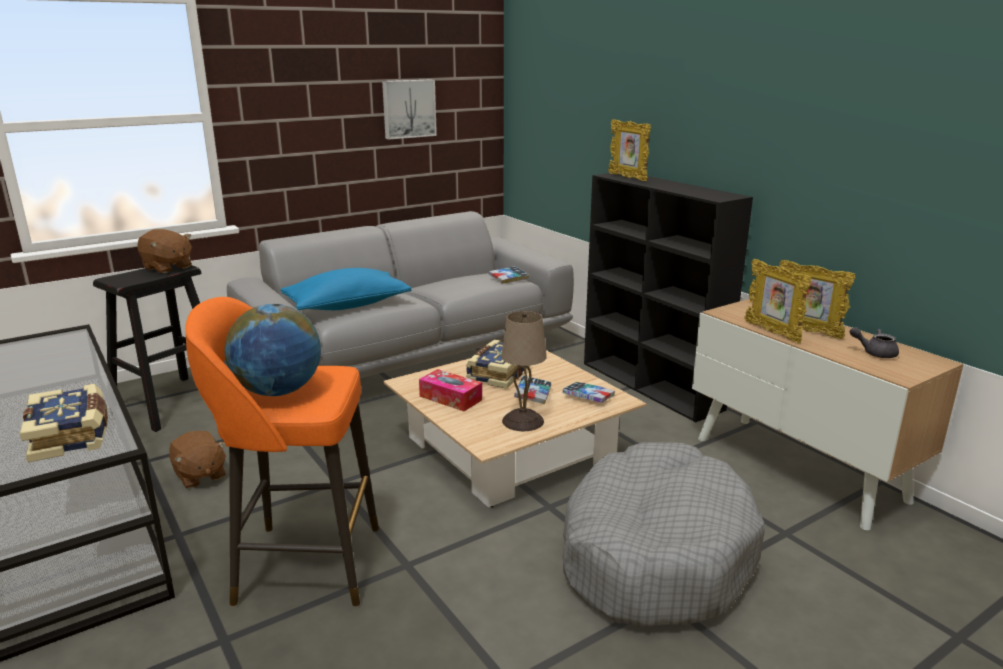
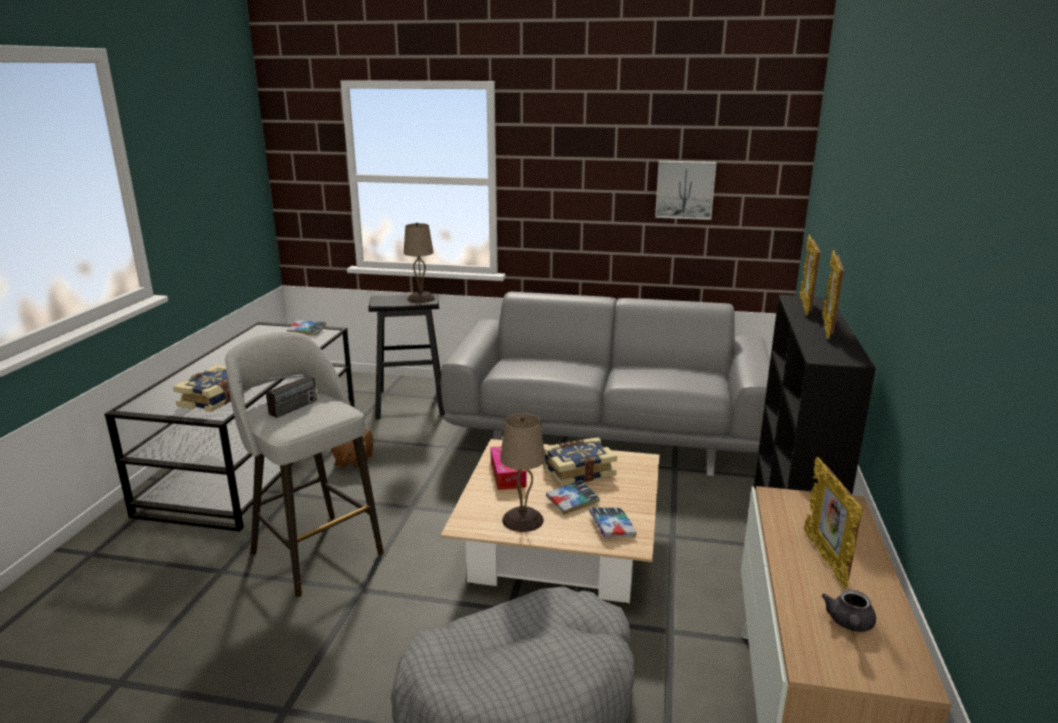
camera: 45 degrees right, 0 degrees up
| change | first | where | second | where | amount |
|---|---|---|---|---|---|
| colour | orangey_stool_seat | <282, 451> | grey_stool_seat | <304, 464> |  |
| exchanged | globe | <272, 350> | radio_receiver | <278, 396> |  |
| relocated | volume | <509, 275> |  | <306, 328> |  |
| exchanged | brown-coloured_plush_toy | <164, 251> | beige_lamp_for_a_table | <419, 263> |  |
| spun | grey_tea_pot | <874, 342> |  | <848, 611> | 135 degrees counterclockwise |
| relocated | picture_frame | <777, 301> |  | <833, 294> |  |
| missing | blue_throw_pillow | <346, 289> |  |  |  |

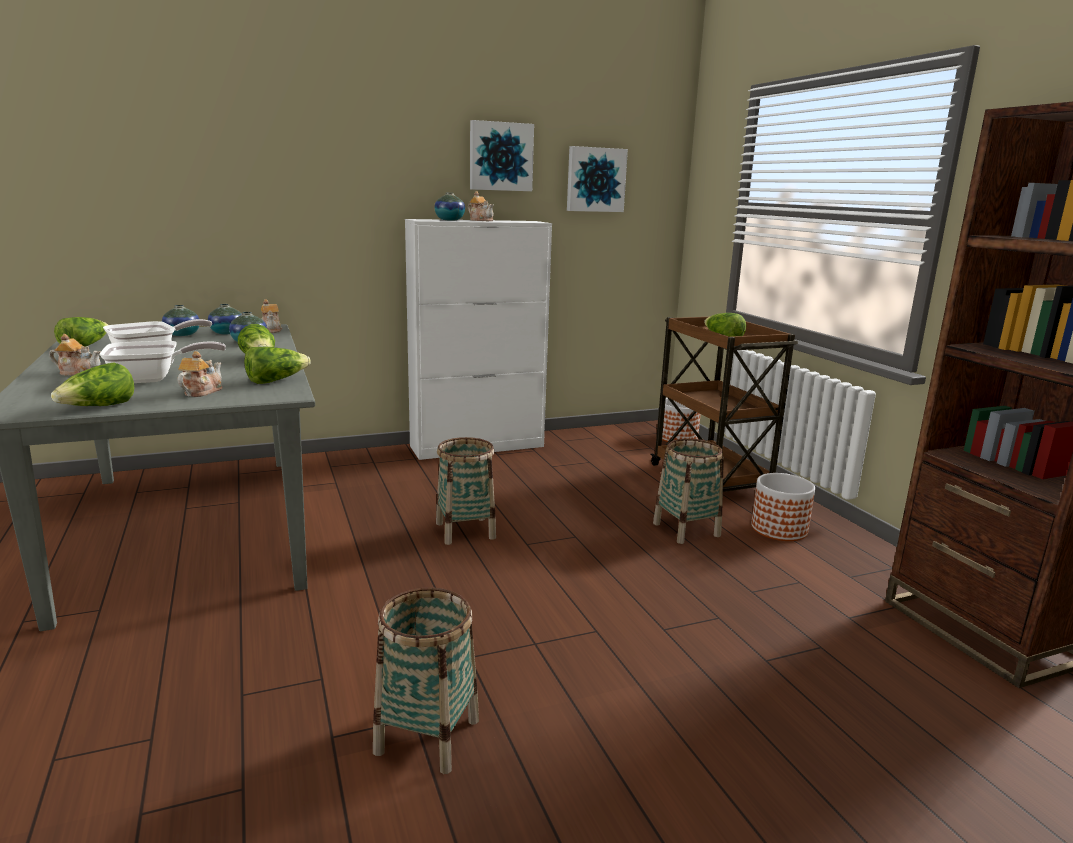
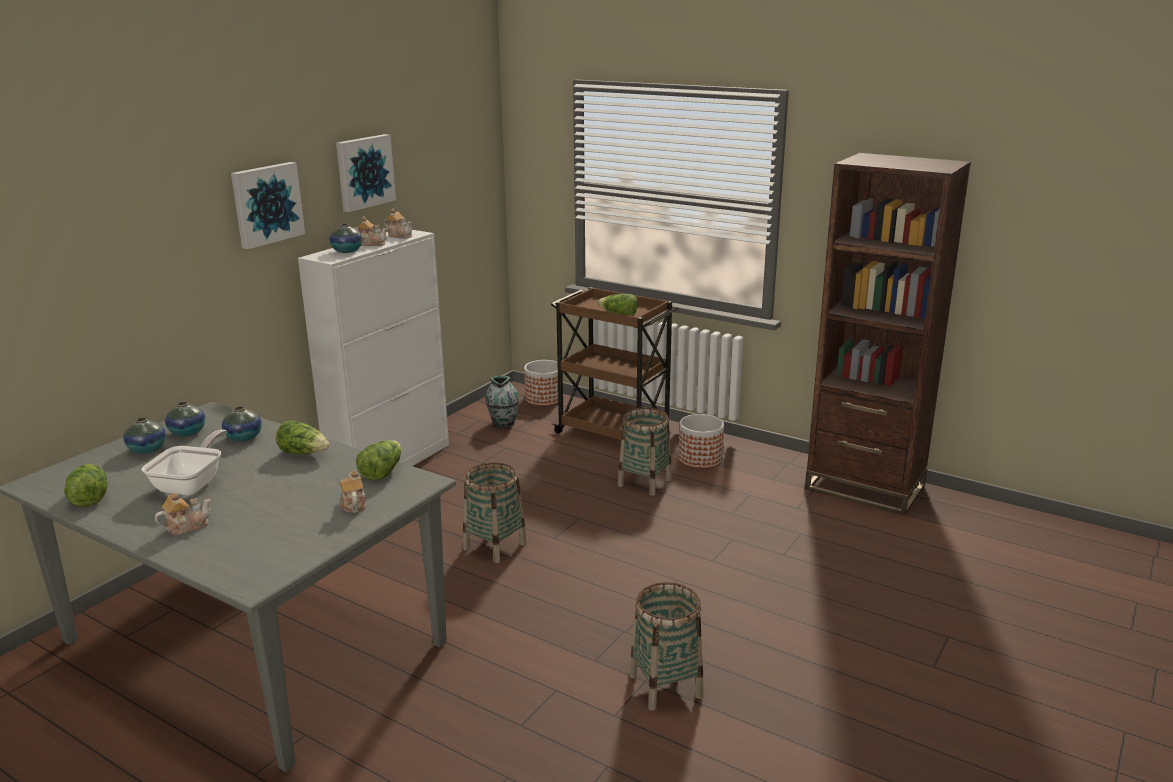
camera: 35 degrees left, 5 degrees up
| change | first | where | second | where | amount |
|---|---|---|---|---|---|
| relocated | wall_picture | <597, 179> |  | <268, 205> |  |
| relocated | tea_pot | <271, 316> |  | <398, 223> |  |
| appeared |  |  | vase | <502, 402> |  |
| missing | lettuce | <92, 384> |  |  |  |
| missing | frying_pan | <163, 362> |  |  |  |

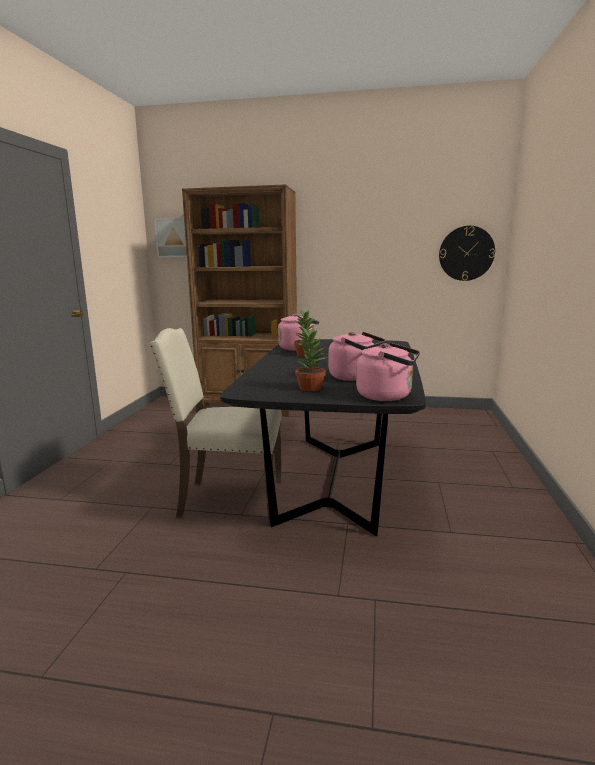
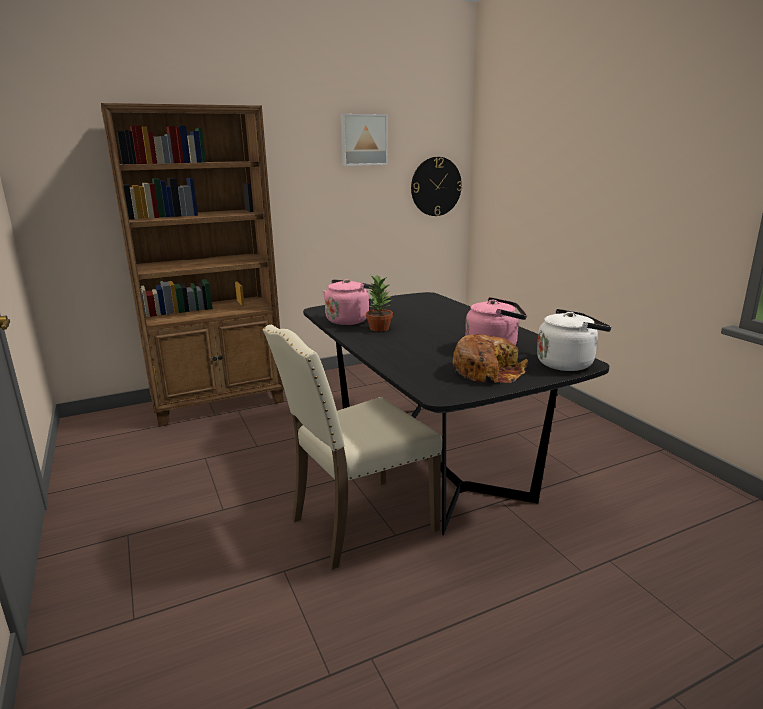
camera: 35 degrees left, 5 degrees up
| change | first | where | second | where | amount |
|---|---|---|---|---|---|
| relocated | wall_picture | <170, 237> |  | <364, 140> |  |
| exchanged | plant_in_a_pot | <311, 359> | baked_bread | <490, 358> |  |
| colour | pink_tea_kettle | <388, 372> | white-coloured_tea_kettle | <574, 340> |  |

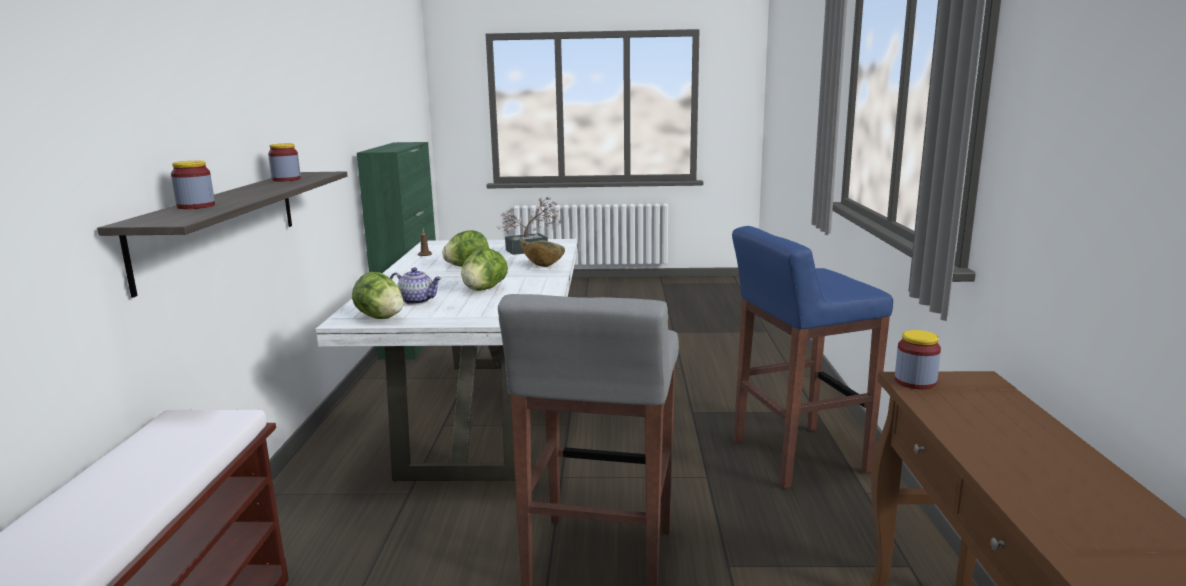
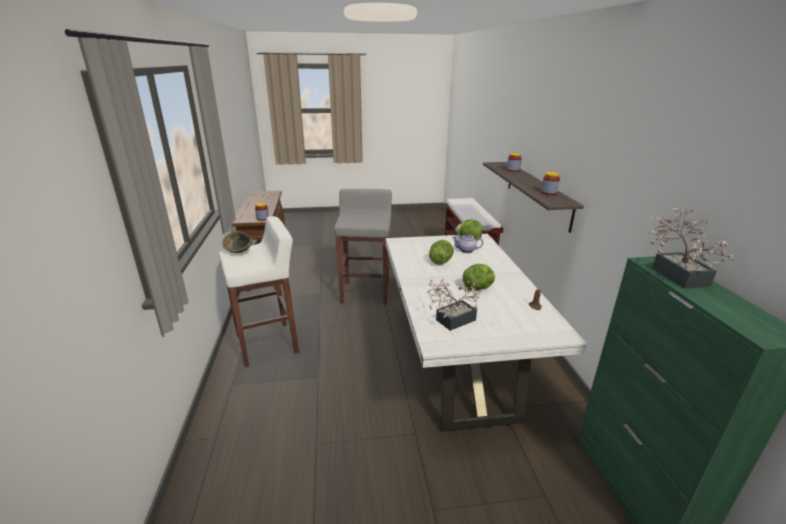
camera: 170 degrees right, 10 degrees up
| change | first | where | second | where | amount |
|---|---|---|---|---|---|
| colour | blue_stool_seat | <812, 357> | white-coloured_stool_seat | <259, 291> |  |
| relocated | bowl | <542, 252> |  | <237, 242> |  |
| appeared |  |  | plant_in_a_pot | <692, 248> |  |

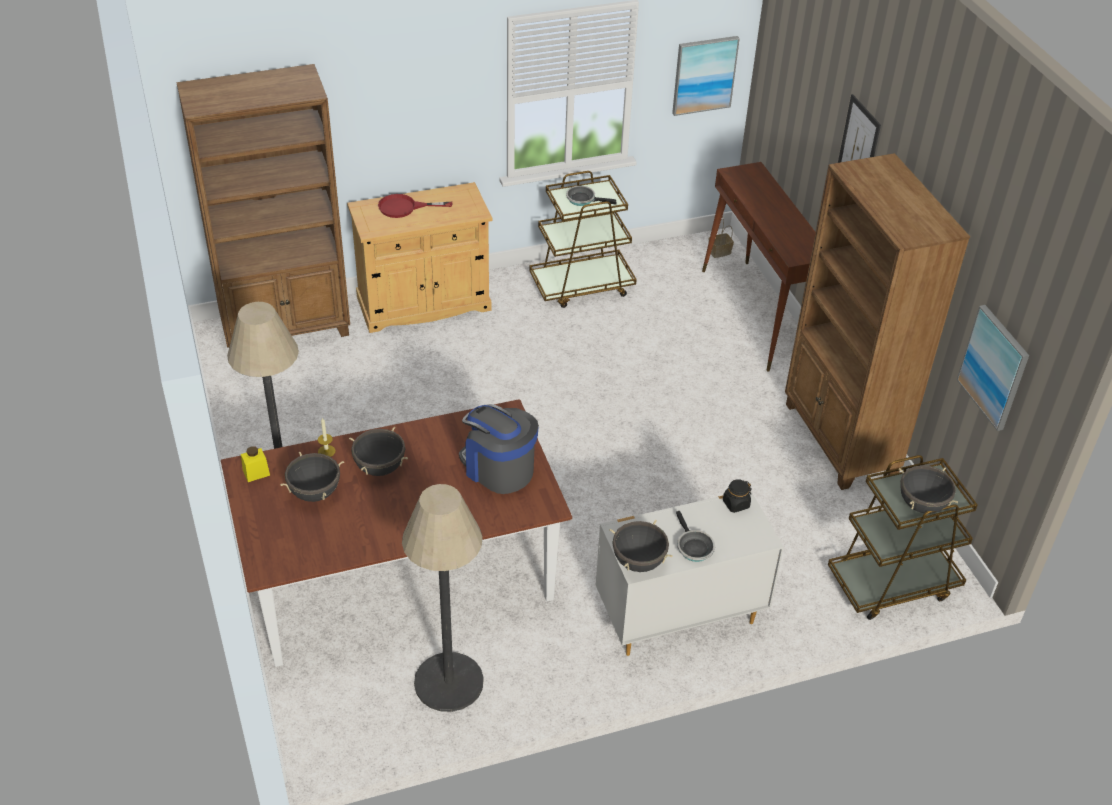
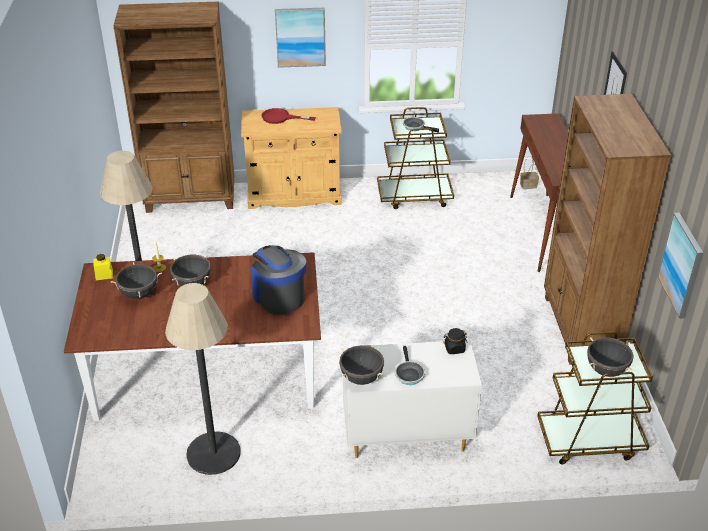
camera: 15 degrees right, 5 degrees down
| change | first | where | second | where | amount |
|---|---|---|---|---|---|
| relocated | wall_picture | <706, 76> |  | <300, 38> |  |

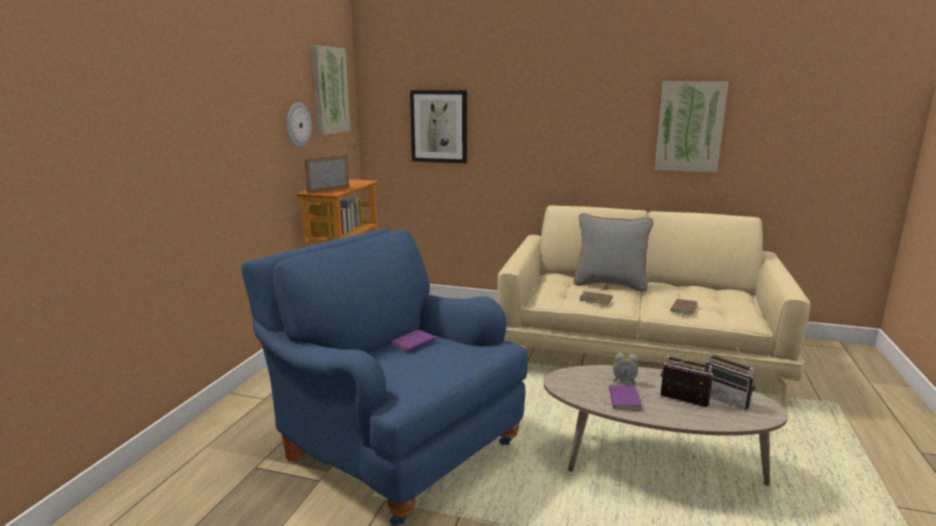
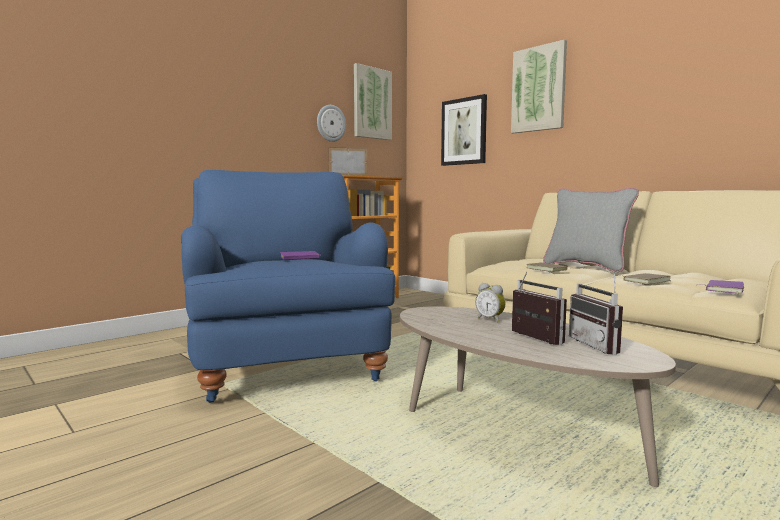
camera: 30 degrees right, 10 degrees down
| change | first | where | second | where | amount |
|---|---|---|---|---|---|
| relocated | wall_picture | <692, 126> |  | <539, 86> |  |
| relocated | purple-coloured_volume | <623, 398> |  | <721, 287> |  |

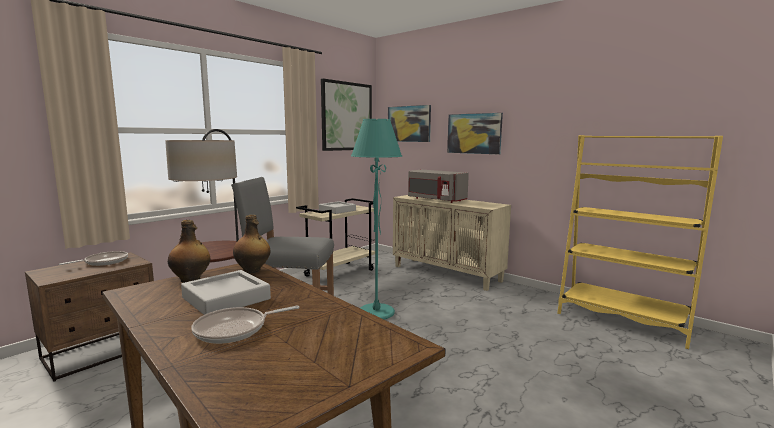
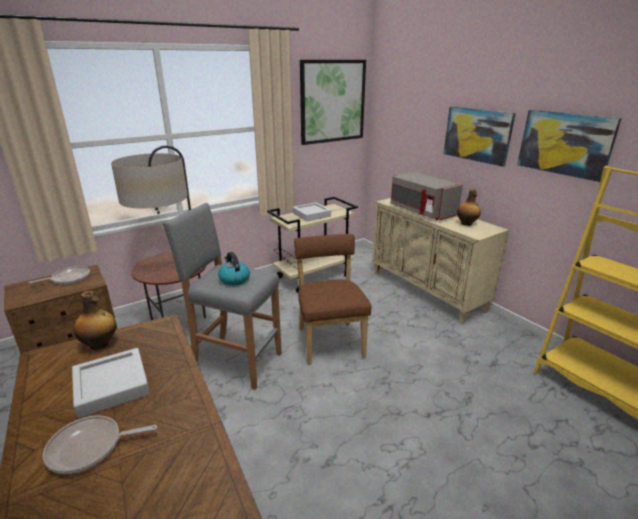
camera: 15 degrees right, 15 degrees up
| change | first | where | second | where | amount |
|---|---|---|---|---|---|
| appeared |  |  | tea_kettle | <234, 269> |  |
| exchanged | turquoise_floor_lamp | <376, 219> | brown-coloured_plain_chair | <332, 299> |  |
| relocated | bottle | <251, 244> |  | <469, 207> |  |
| relocated | wall_picture | <409, 123> |  | <569, 146> |  |

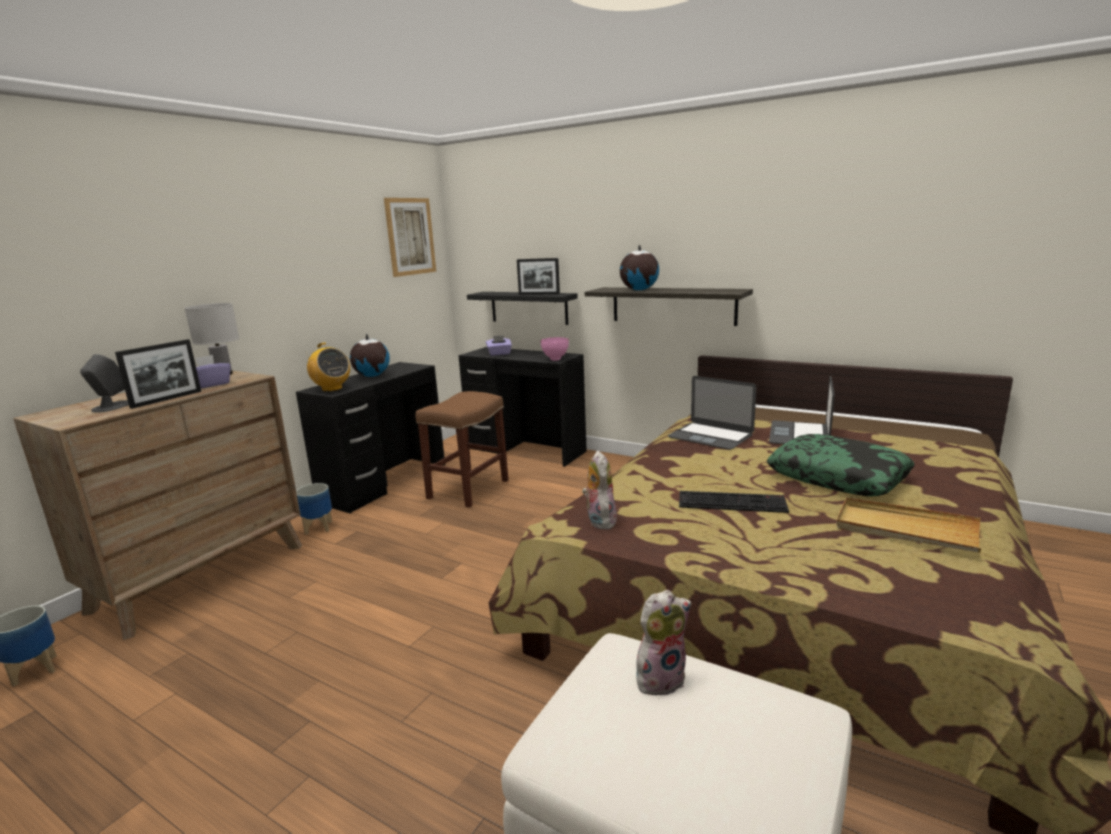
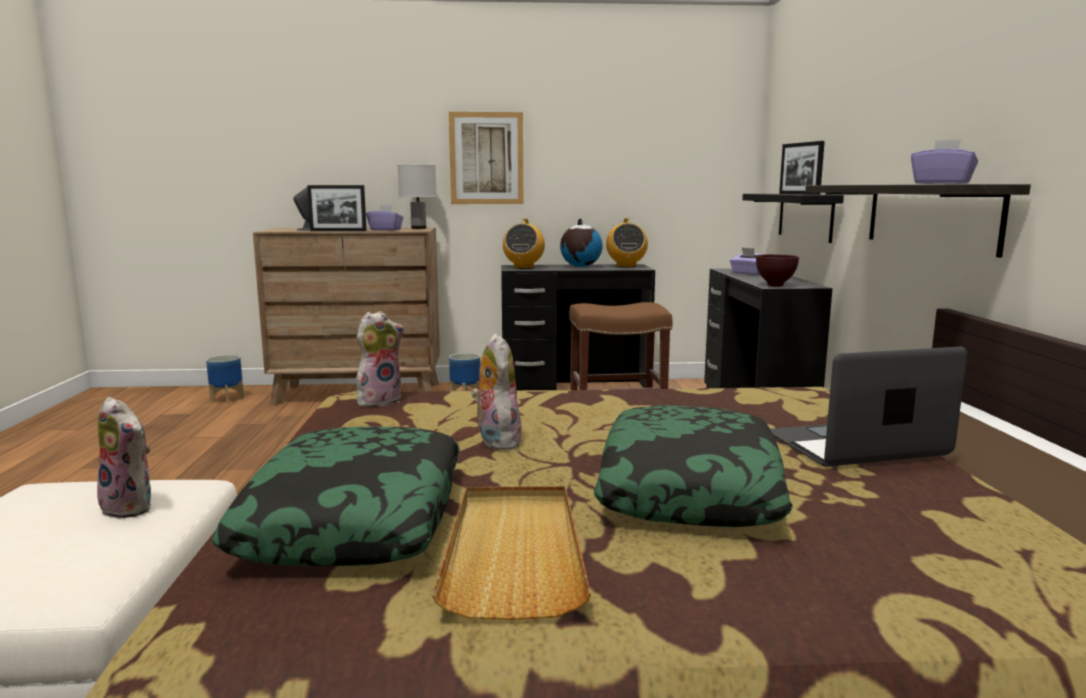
camera: 55 degrees right, 5 degrees down
| change | first | where | second | where | amount |
|---|---|---|---|---|---|
| appeared |  |  | throw_pillow | <335, 496> |  |
| relocated | wall_picture | <410, 237> |  | <486, 158> |  |
| exchanged | PC_keyboard | <734, 502> | plush_toy | <497, 391> |  |
| appeared |  |  | radio_receiver | <627, 242> |  |
| colour | pink_bowl | <555, 349> | brown-coloured_bowl | <777, 270> |  |
| appeared |  |  | purple-coloured_tissue_box | <944, 161> |  |
| missing | globe | <639, 267> |  |  |  |
| missing | portable_computer | <712, 413> |  |  |  |

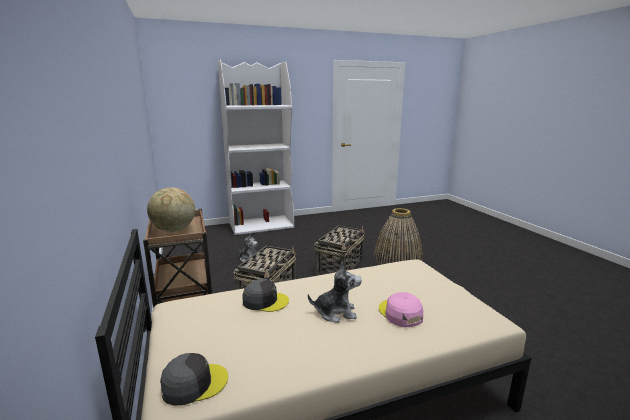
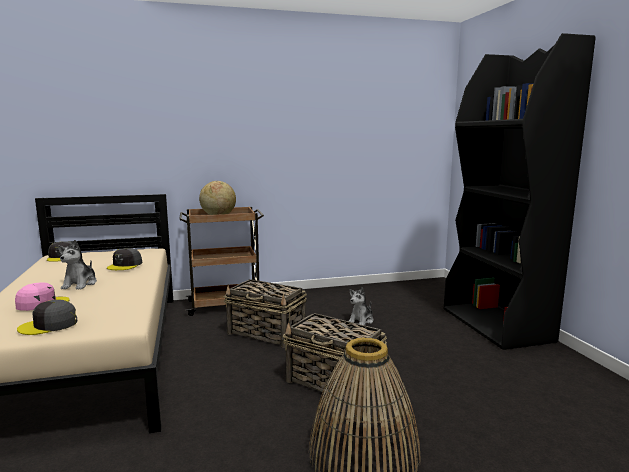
camera: 95 degrees right, 5 degrees down
| change | first | where | second | where | amount |
|---|---|---|---|---|---|
| appeared |  |  | grey_cap | <47, 317> |  |
| colour | white-coloured_shelving_unit | <256, 147> | black-coloured_shelving_unit | <520, 191> |  |

